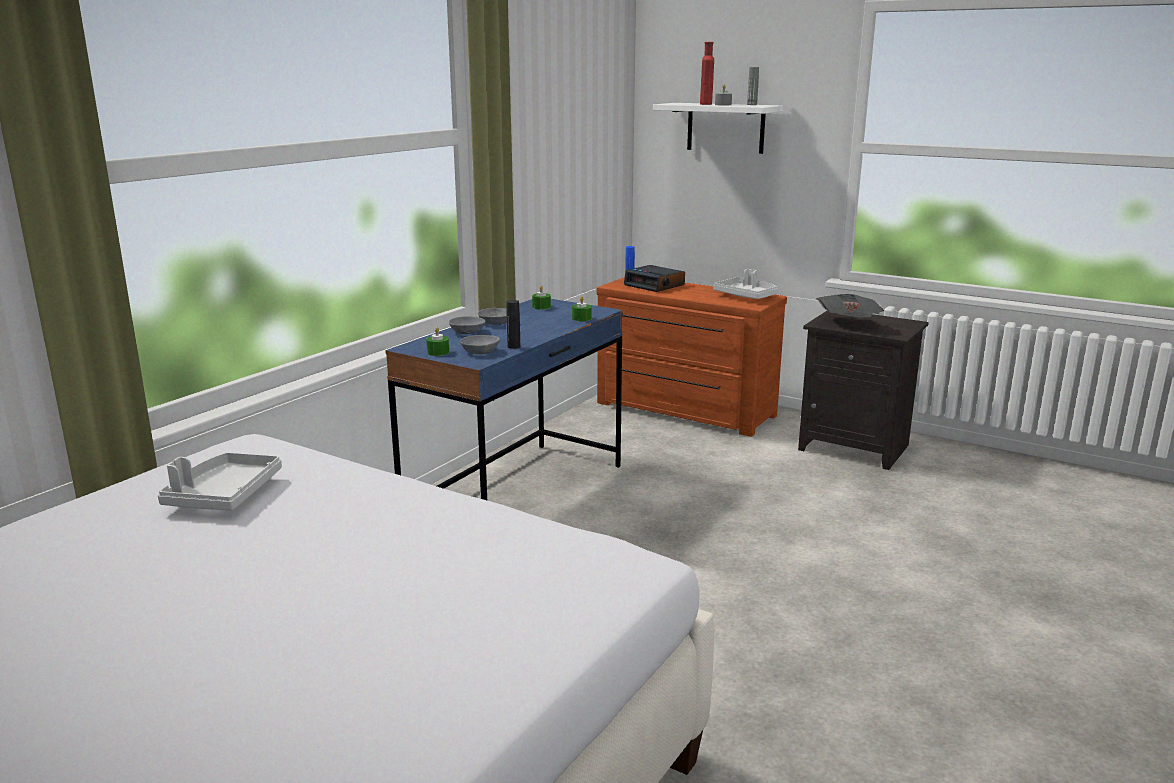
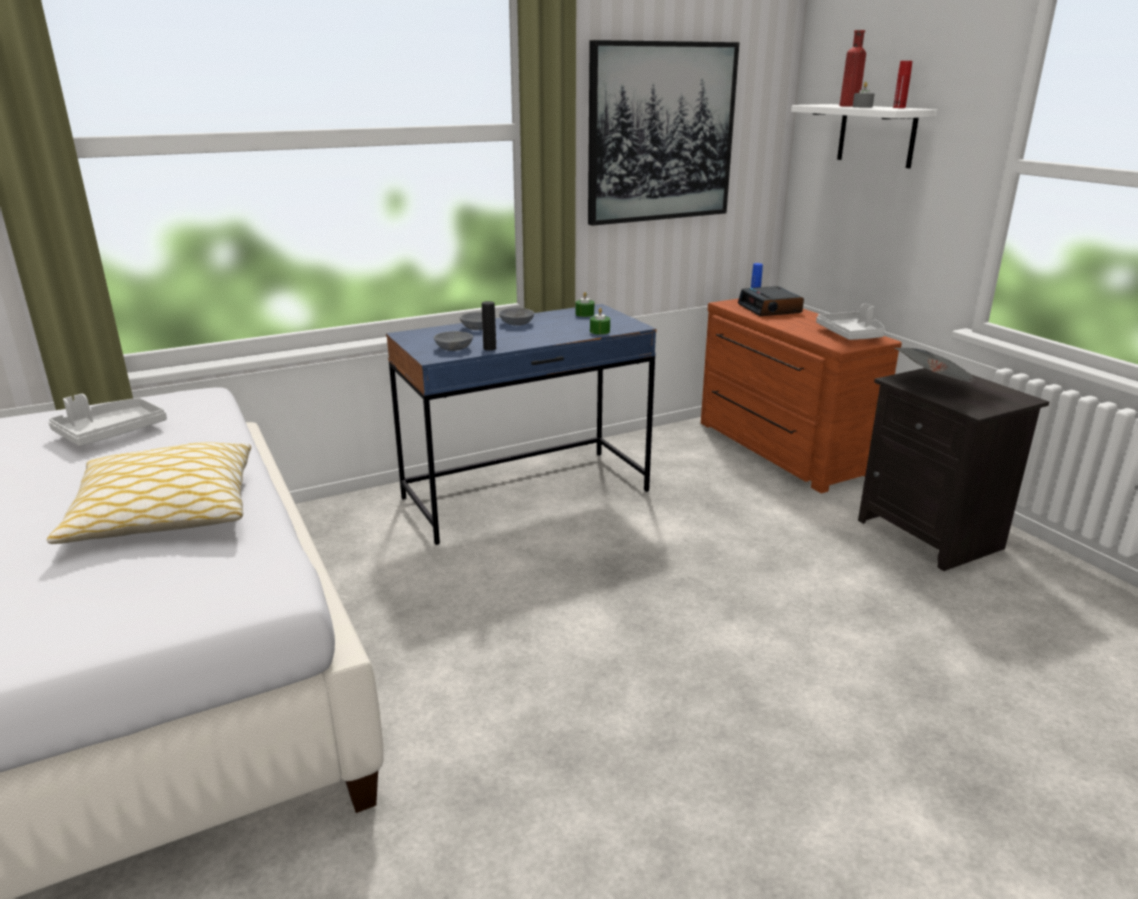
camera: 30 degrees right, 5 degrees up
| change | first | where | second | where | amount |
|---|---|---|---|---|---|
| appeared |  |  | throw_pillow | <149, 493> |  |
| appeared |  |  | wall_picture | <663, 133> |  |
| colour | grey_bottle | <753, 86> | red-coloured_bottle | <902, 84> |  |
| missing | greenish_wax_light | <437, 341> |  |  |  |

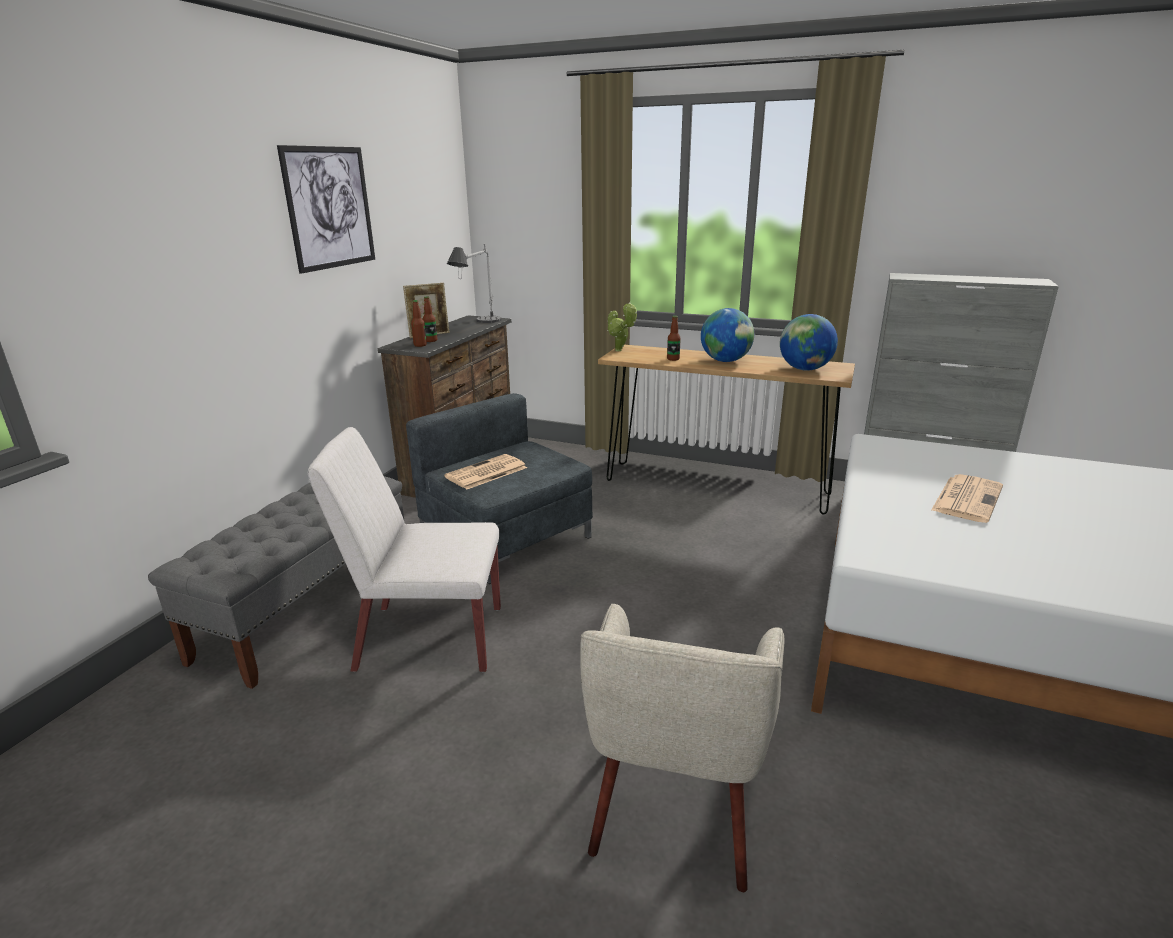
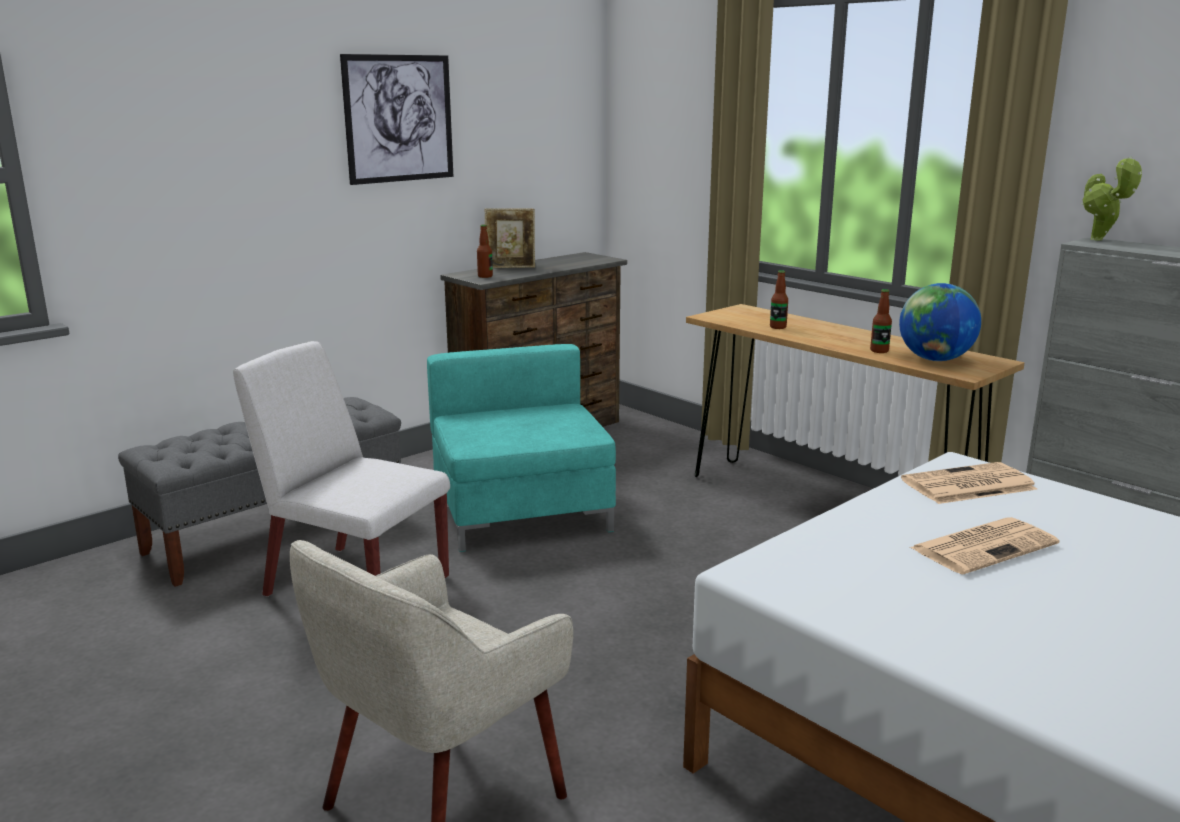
camera: 25 degrees right, 5 degrees down
| change | first | where | second | where | amount |
|---|---|---|---|---|---|
| colour | grey_lounge_chair | <499, 488> | turquoise_lounge_chair | <521, 448> |  |
| relocated | bottle | <430, 319> |  | <881, 321> |  |
| relocated | daily_paper | <485, 472> |  | <969, 483> |  |
| relocated | plant_in_a_pot | <622, 326> |  | <1111, 199> |  |
| missing | lamp_for_a_table | <474, 283> |  |  |  |
| missing | globe | <727, 335> |  |  |  |

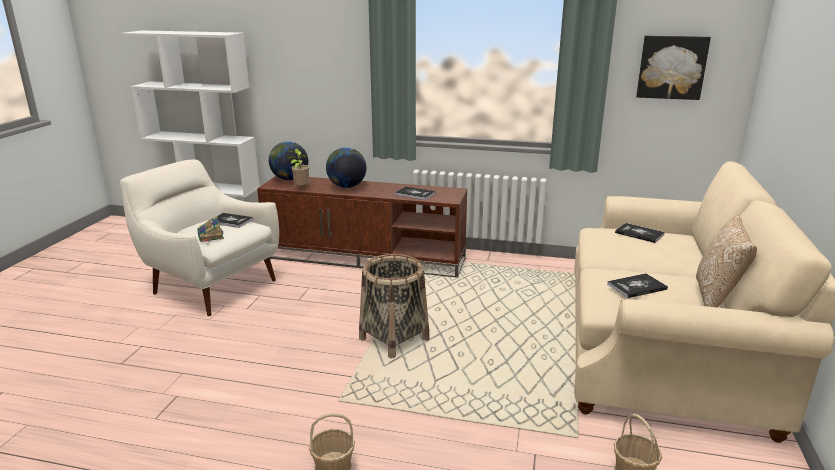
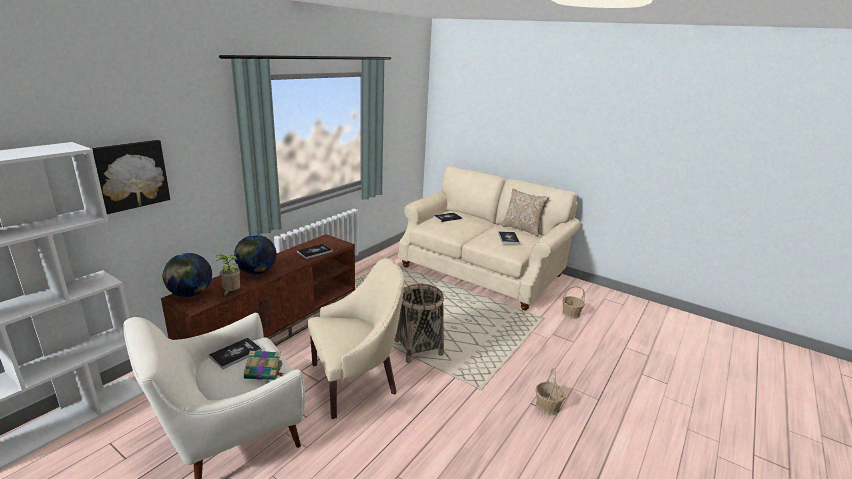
camera: 70 degrees left, 0 degrees up
| change | first | where | second | where | amount |
|---|---|---|---|---|---|
| relocated | wall_picture | <673, 67> |  | <130, 177> |  |
| appeared |  |  | beige_lounge_chair | <356, 338> |  |

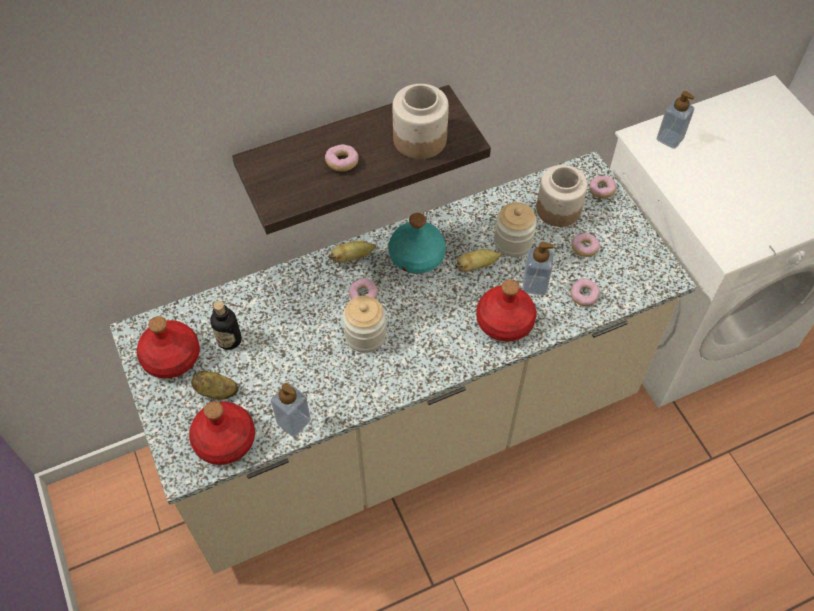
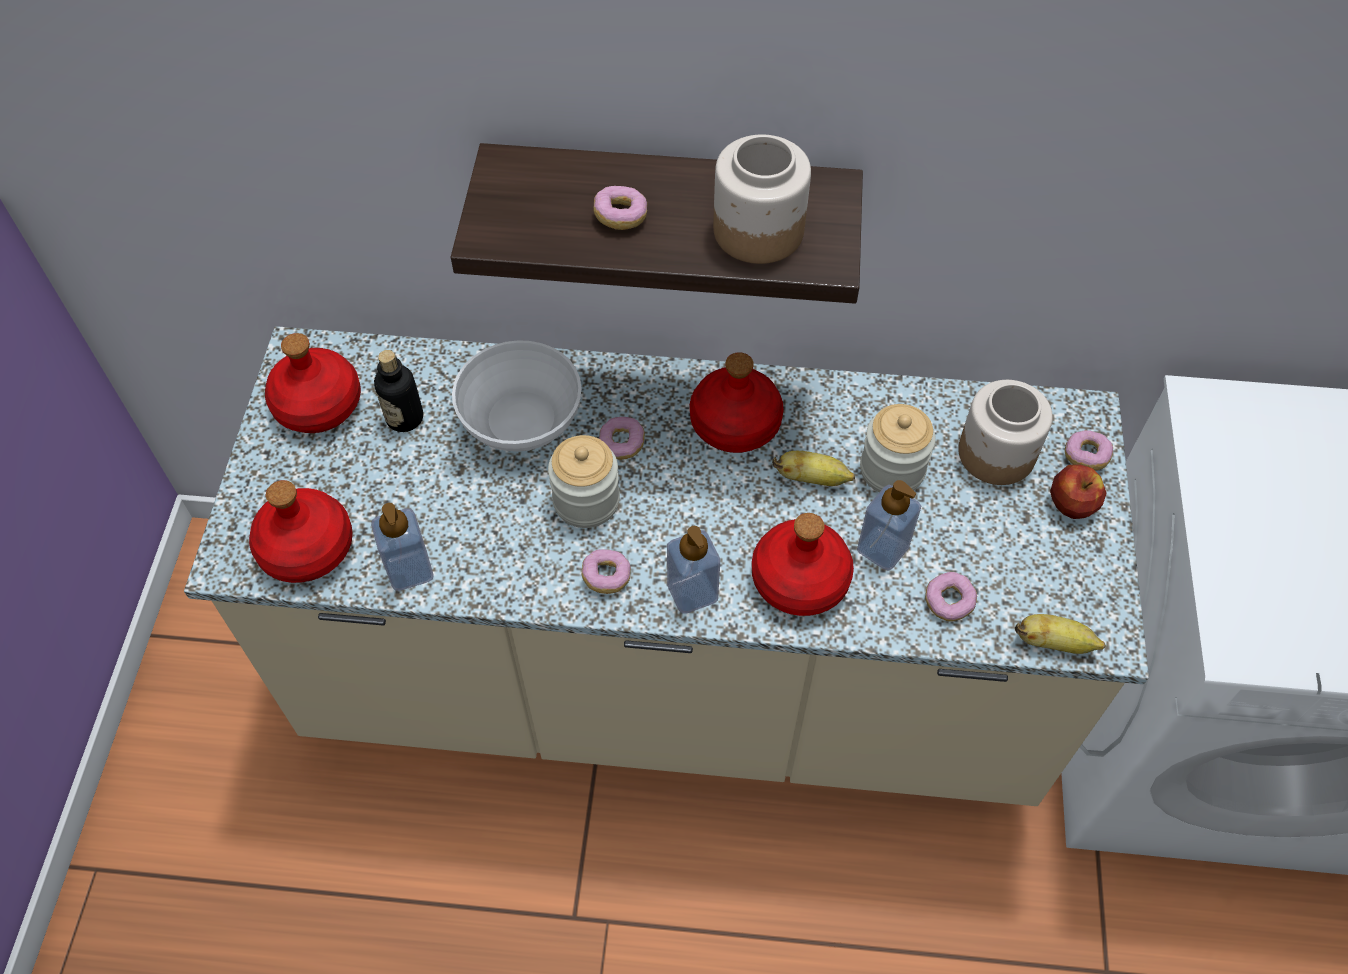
camera: 30 degrees right, 0 degrees up
| change | first | where | second | where | amount |
|---|---|---|---|---|---|
| appeared |  |  | white-coloured_bowl | <517, 396> |  |
| relocated | donut | <585, 245> |  | <606, 571> |  |
| relocated | soap_bottle | <675, 120> |  | <693, 569> |  |
| colour | turquoise_bottle | <417, 243> | red-coloured_bottle | <737, 402> |  |
| relocated | whole_banana | <352, 252> |  | <1060, 634> |  |
| appeared |  |  | apple | <1078, 492> |  |
| missing | spud | <214, 385> |  |  |  |

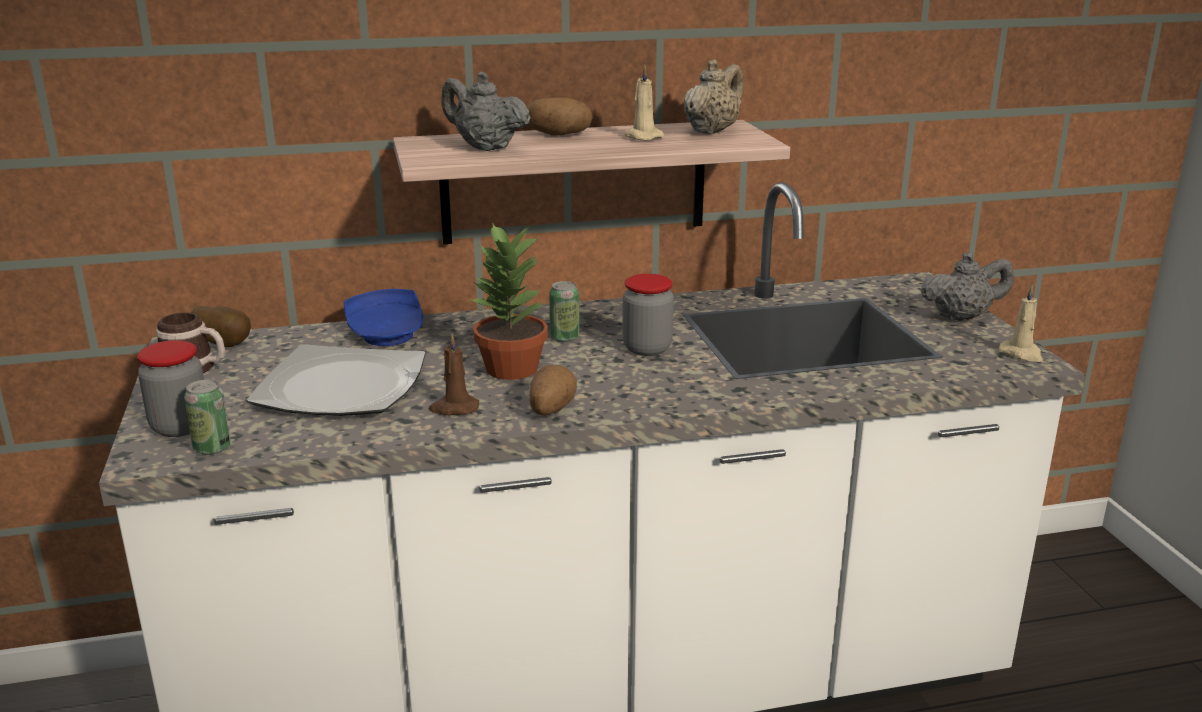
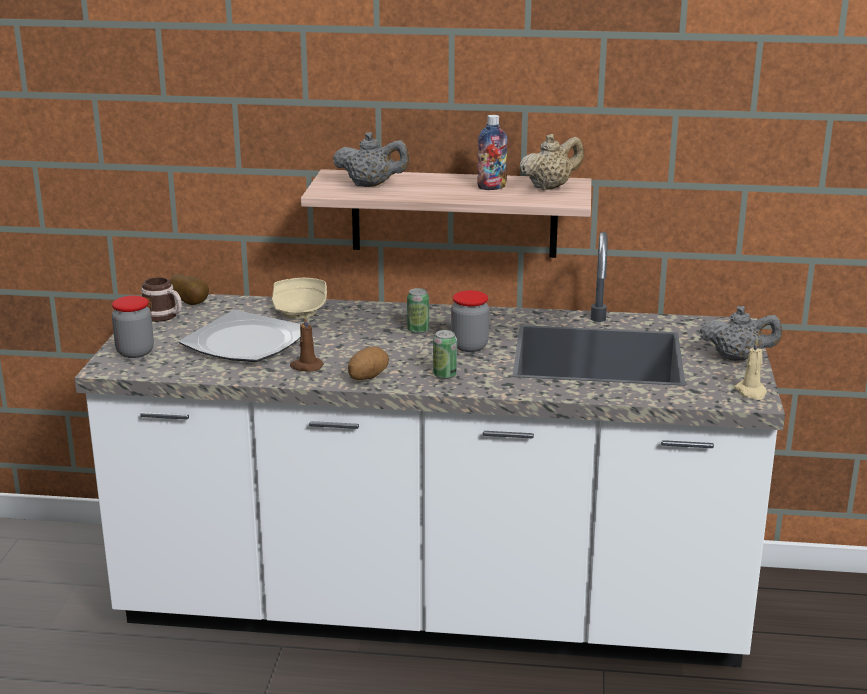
camera: 20 degrees right, 0 degrees up
| change | first | where | second | where | amount |
|---|---|---|---|---|---|
| colour | blue_dinner_plate | <383, 317> | beige_dinner_plate | <299, 298> |  |
| spun | grey_tea_pot | <486, 111> |  | <371, 159> | 135 degrees clockwise |
| relocated | can | <207, 417> |  | <445, 354> |  |
| exchanged | beige_wax_light | <644, 103> | bottle | <492, 152> |  |
| missing | plant_in_a_pot | <508, 301> |  |  |  |
| missing | spud | <560, 116> |  |  |  |

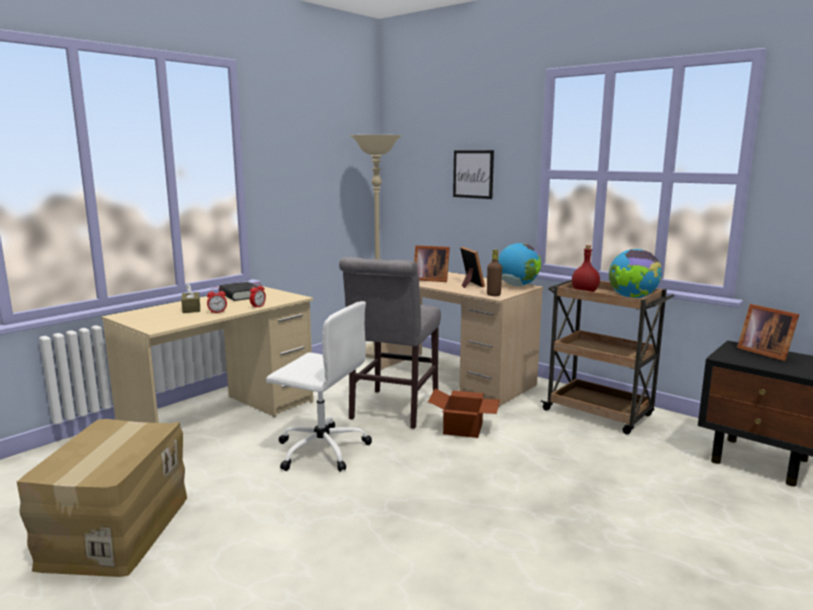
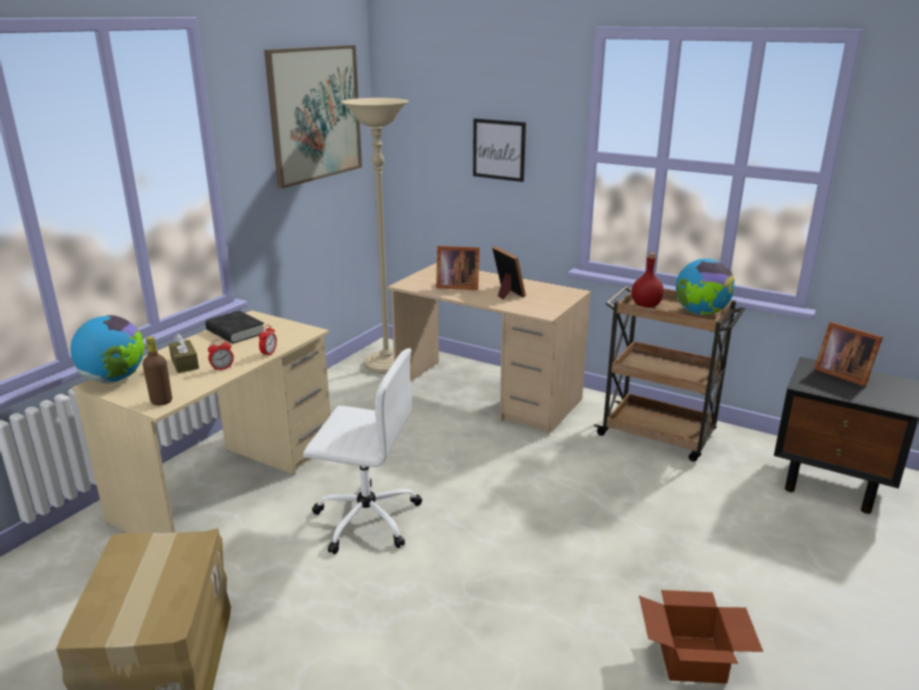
camera: 10 degrees left, 10 degrees up
| change | first | where | second | where | amount |
|---|---|---|---|---|---|
| relocated | globe | <519, 264> |  | <108, 349> |  |
| relocated | brown-coloured_bottle | <494, 272> |  | <157, 370> |  |
| appeared |  |  | wall_picture | <313, 116> |  |
| relocated | carton | <464, 413> |  | <701, 637> |  |
| missing | grey_plain_chair | <390, 343> |  |  |  |

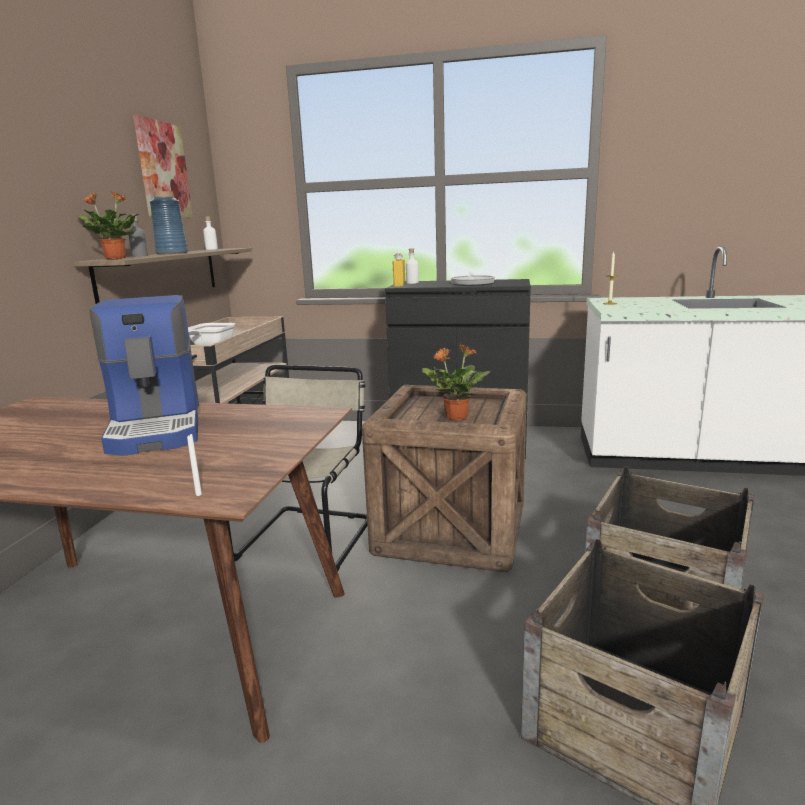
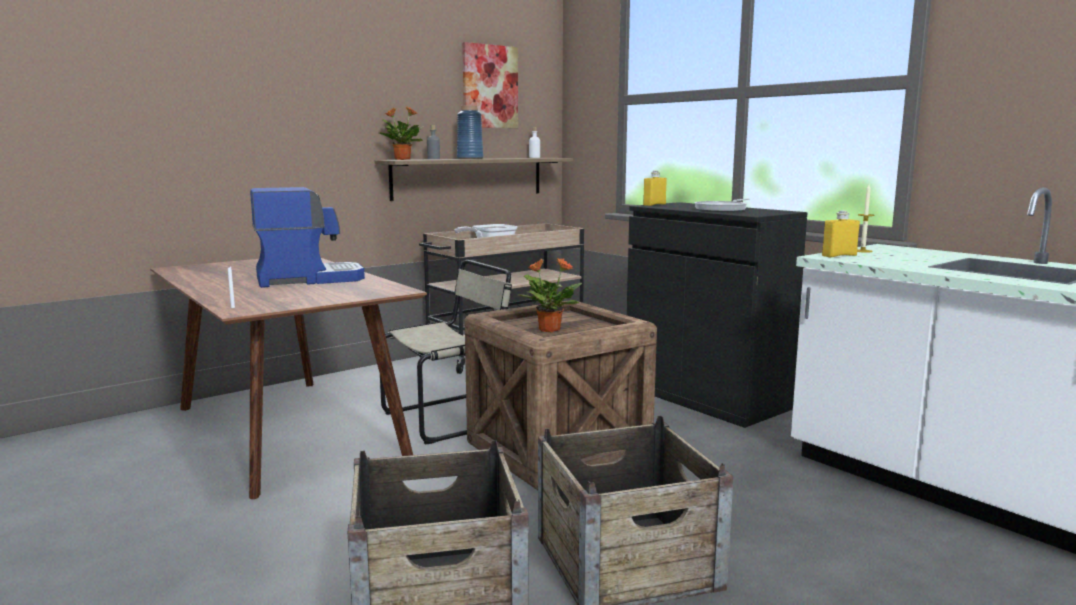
camera: 40 degrees right, 5 degrees down
| change | first | where | second | where | amount |
|---|---|---|---|---|---|
| spun | coffee_maker | <144, 375> |  | <307, 237> | 135 degrees counterclockwise |
| appeared |  |  | yellow_bottle | <841, 234> |  |
| missing | white-coloured_bottle | <412, 266> |  |  |  |

